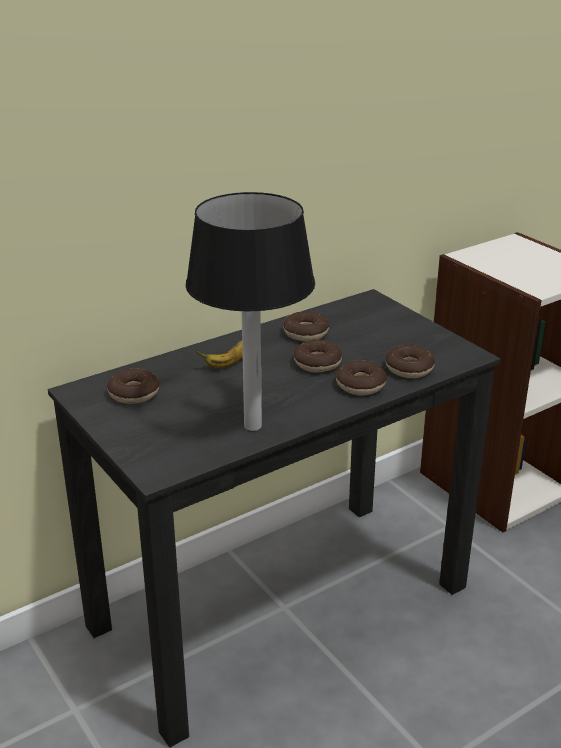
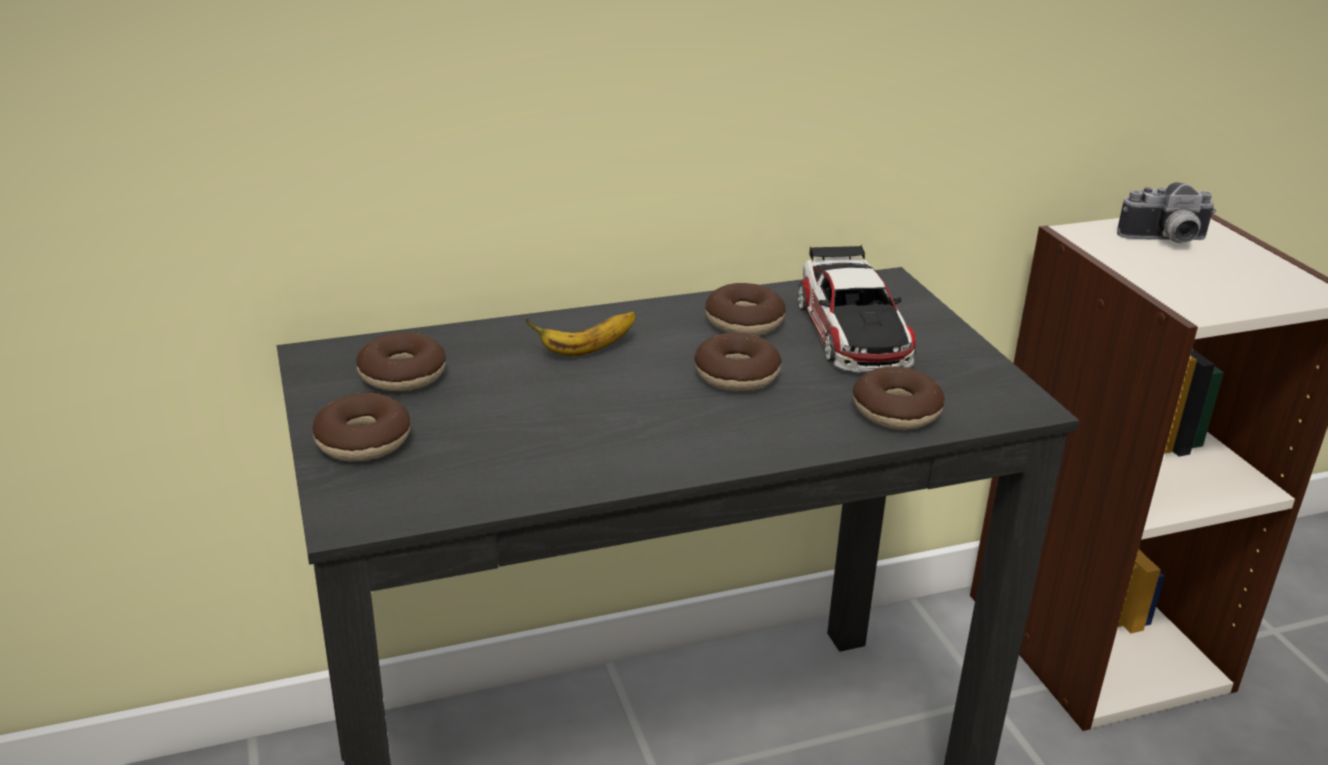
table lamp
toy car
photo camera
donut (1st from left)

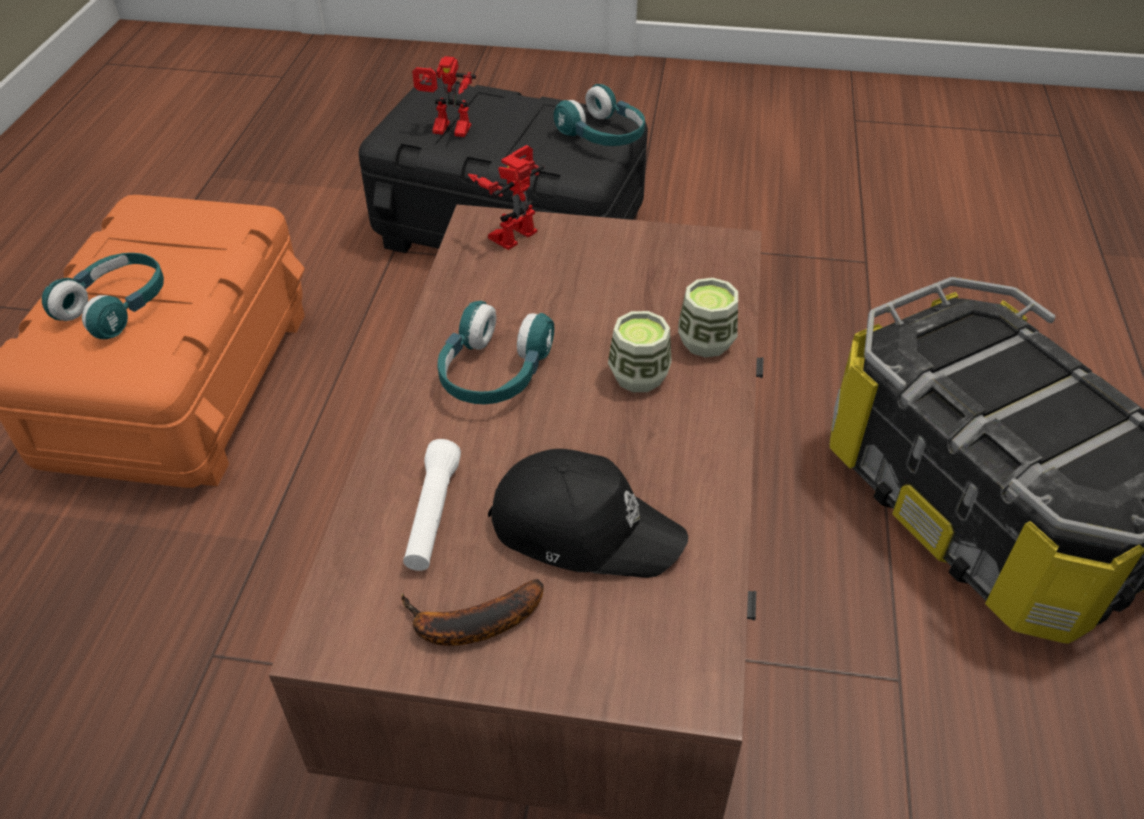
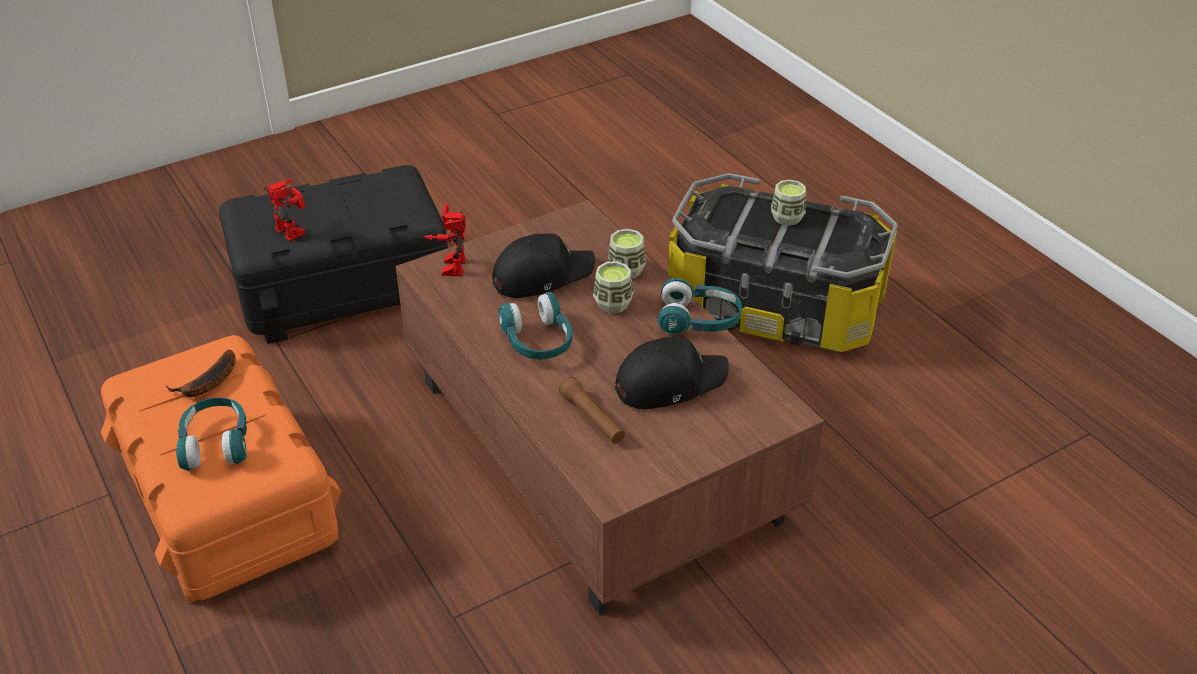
cap (black) (1st from left)
cup (3rd from left)
banana
headphones (turquoise) (3rd from left)
flashlight (brown)
toy robot (1st from left)

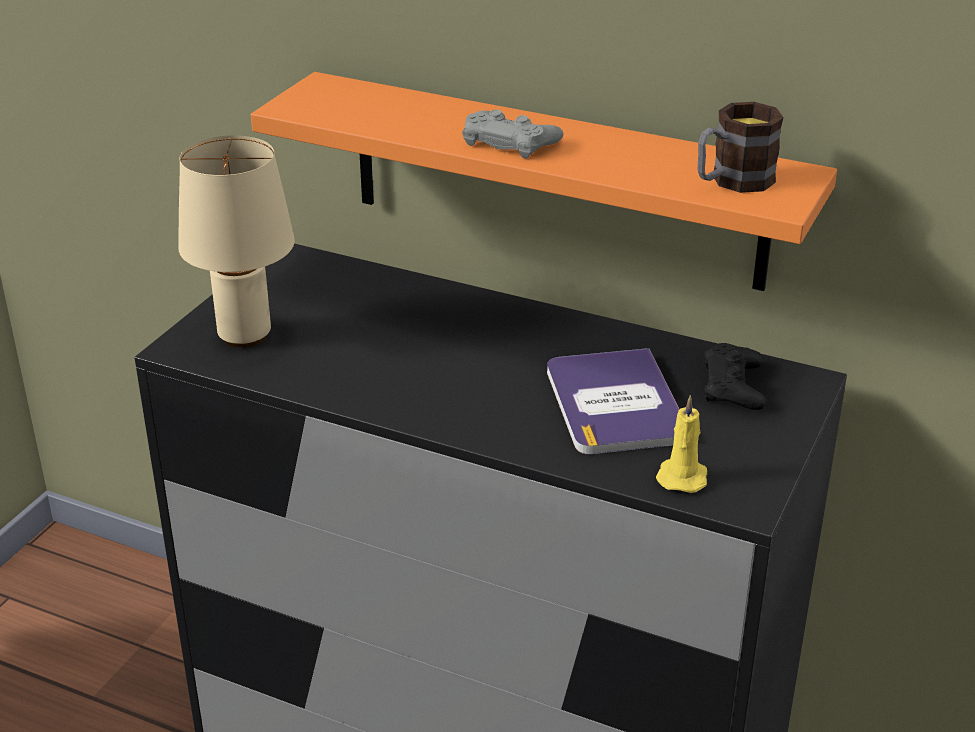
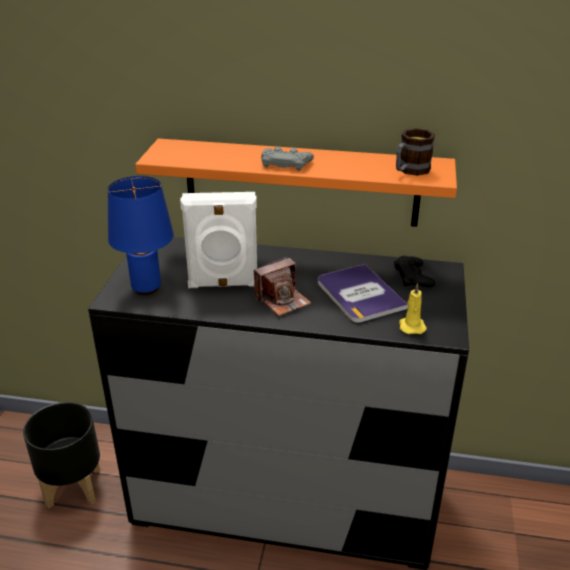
planter (black)
speaker (white)
photo camera
table lamp (blue)

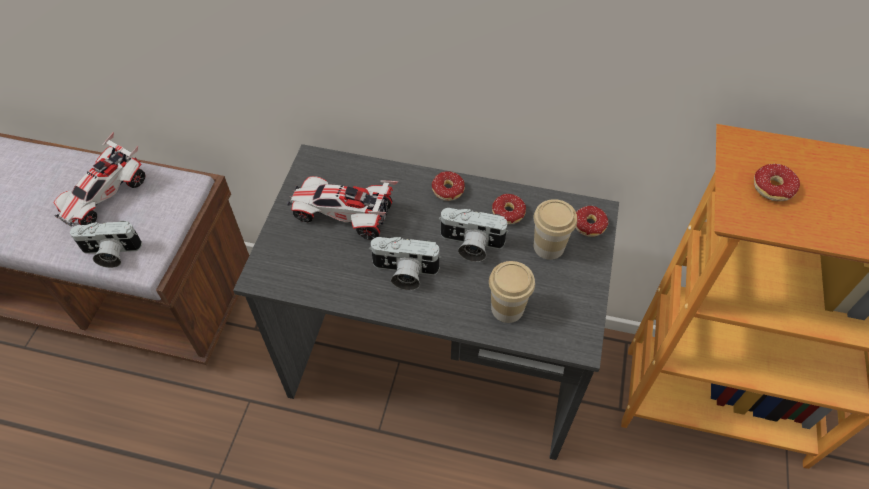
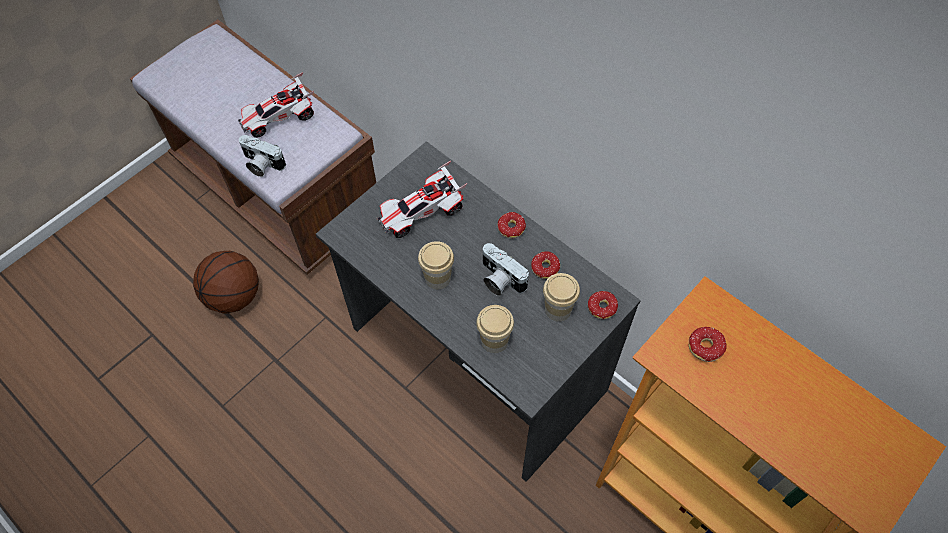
basketball
cup (1st from left)
toy car (2nd from left)

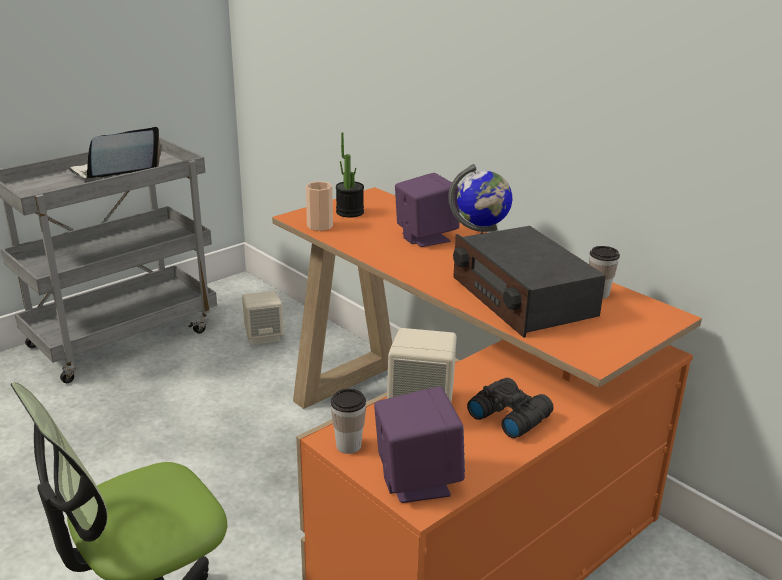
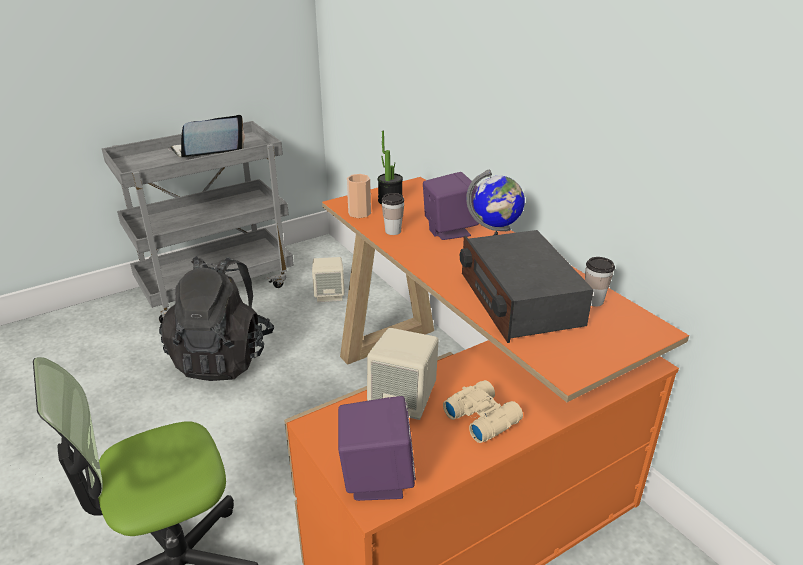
backpack (black)
cup (2nd from left)
binoculars (beige)

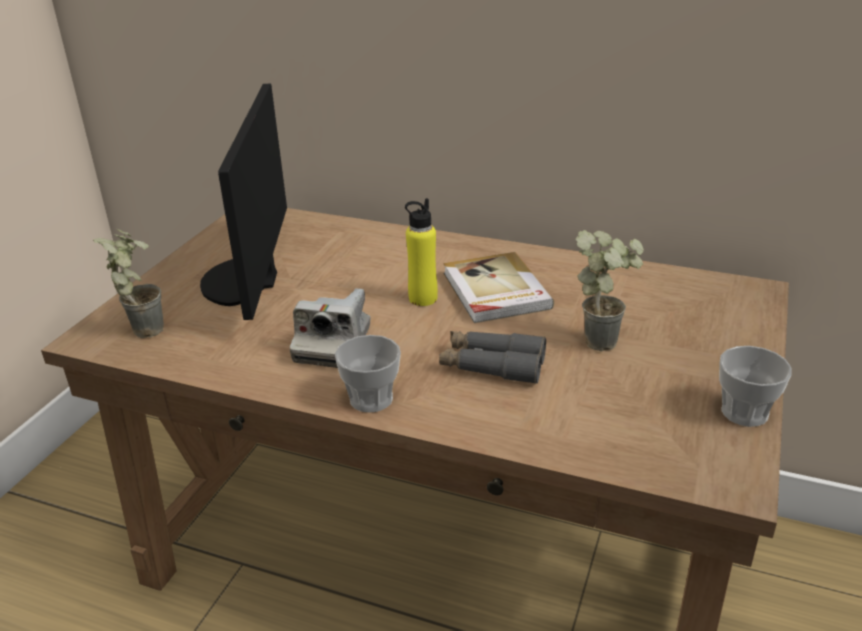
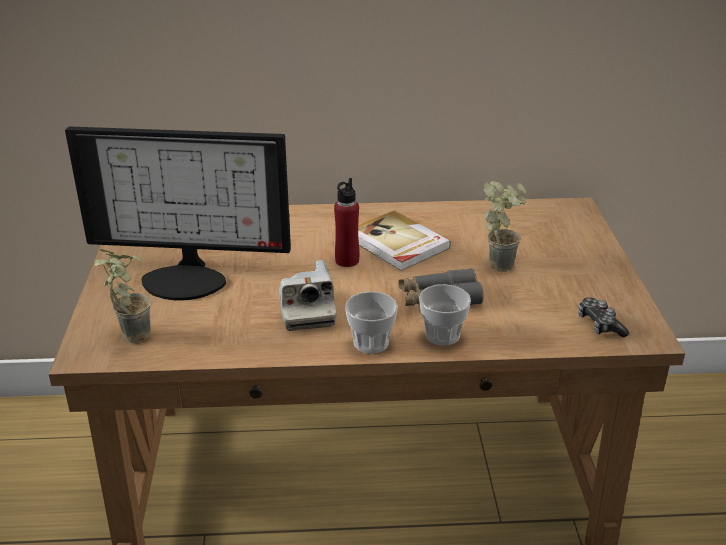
game controller
cup (2nd from left)
bottle (red)
monitor

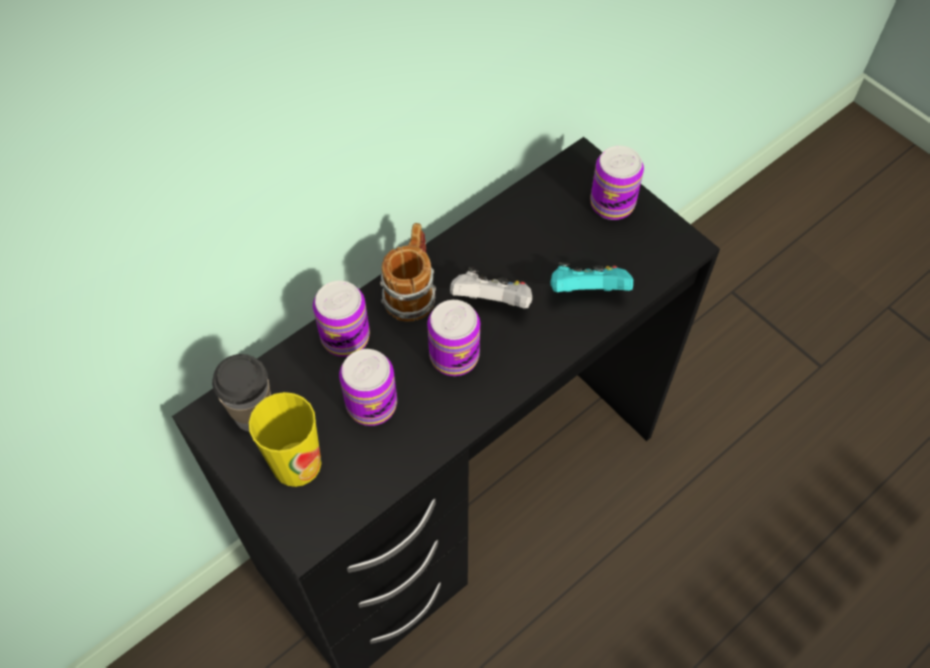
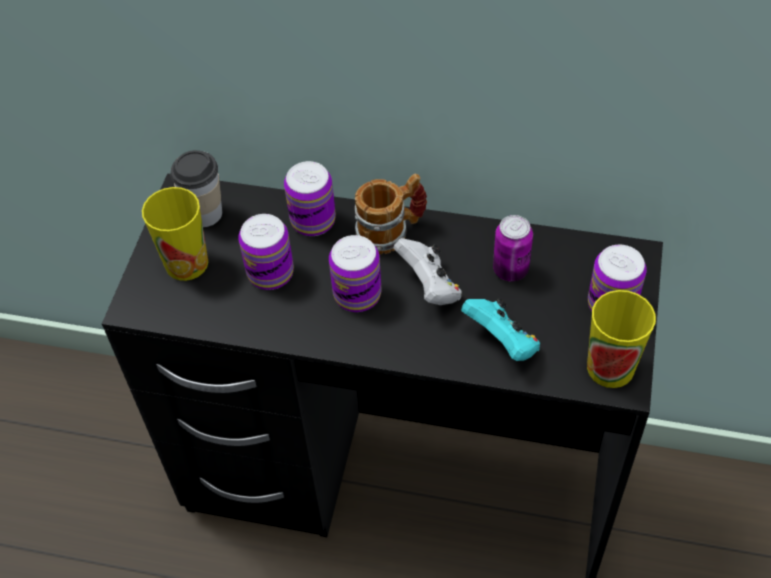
can (4th from left)
cup (3rd from left)

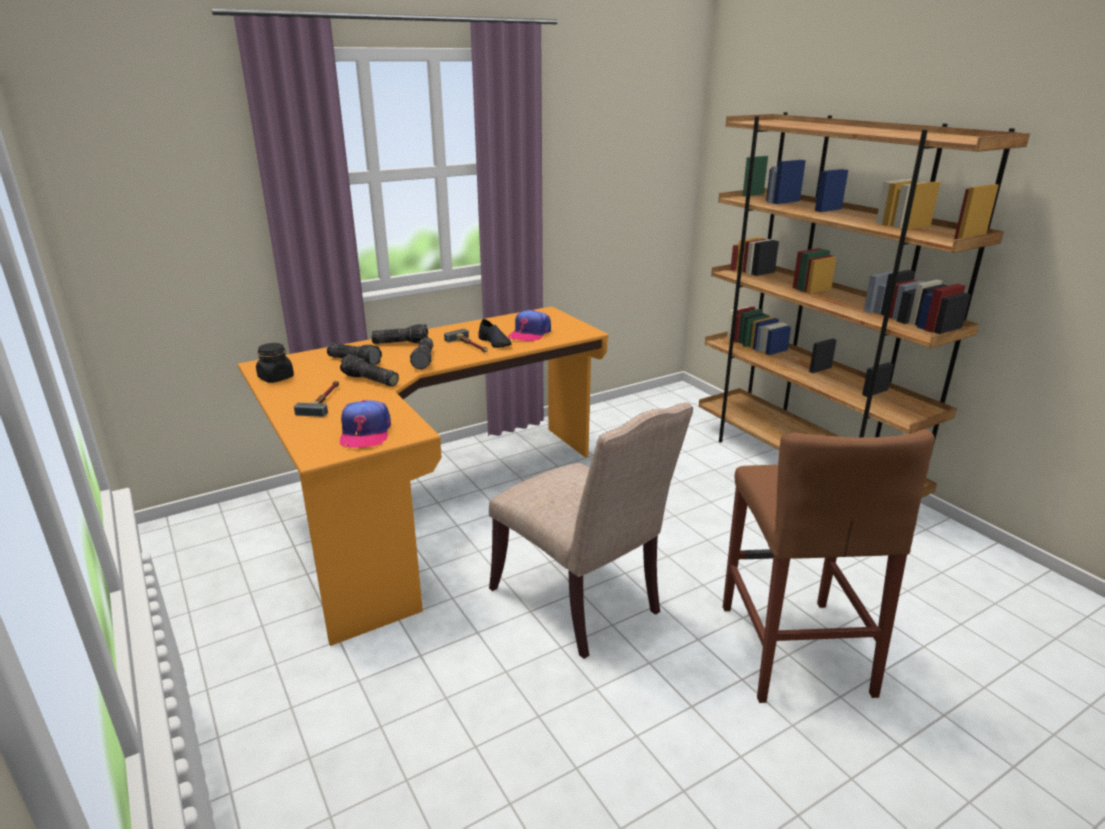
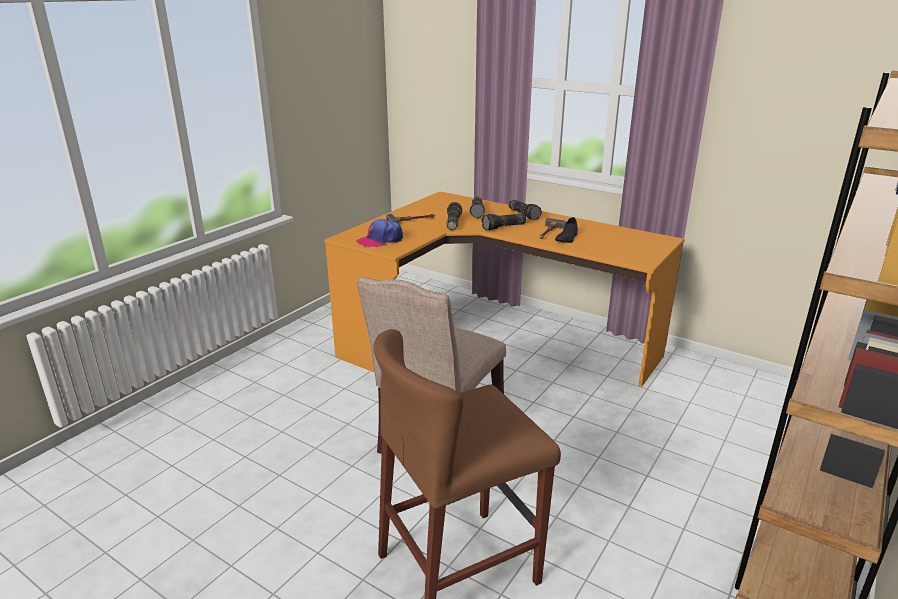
jar (black)
cap (2nd from left in the first image)

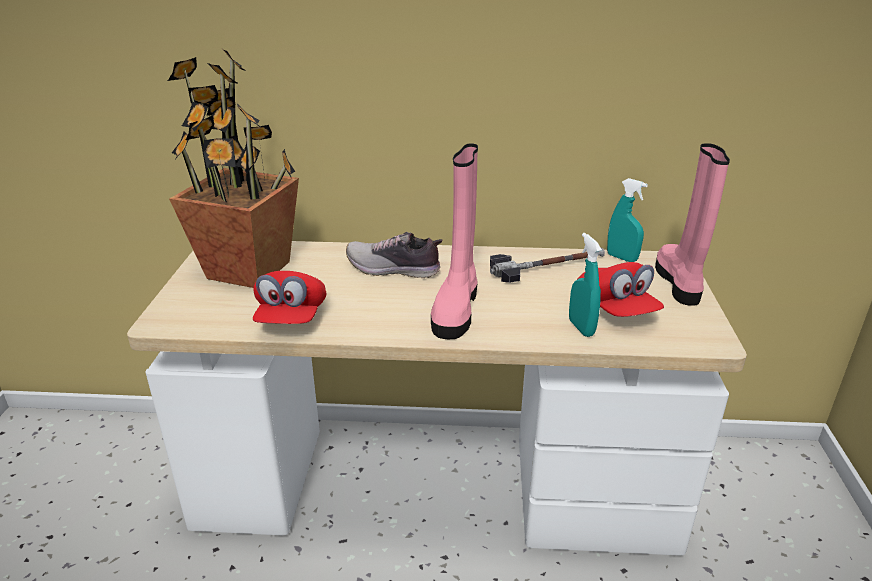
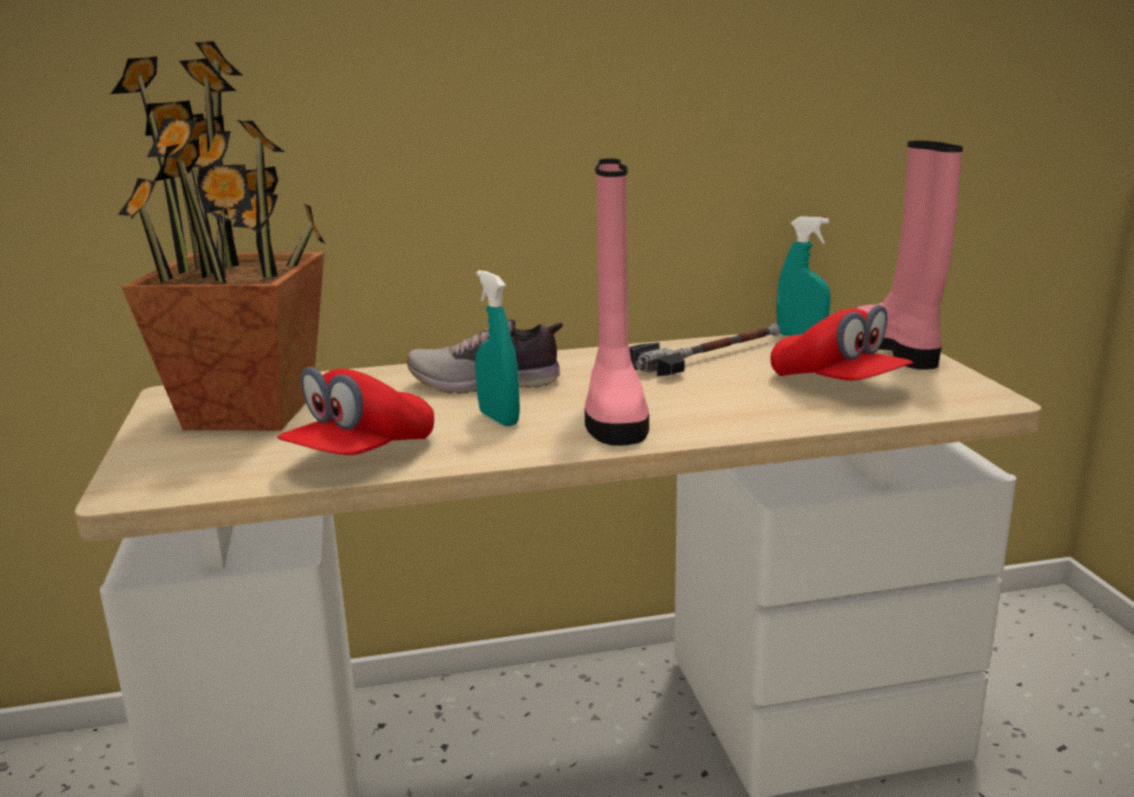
spray bottle (turquoise) (1st from left)
cap (red) (1st from left)

